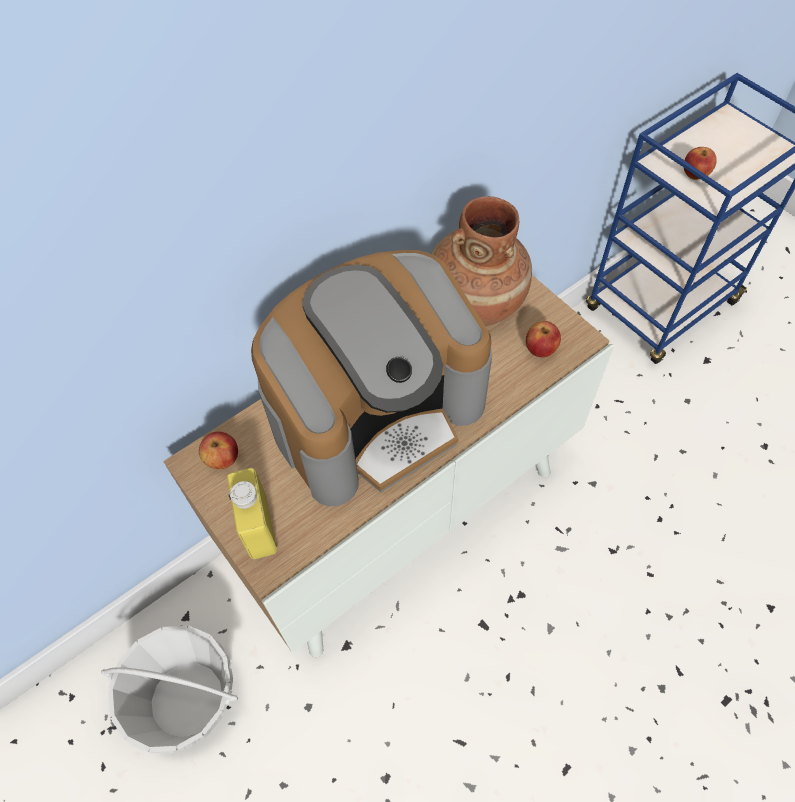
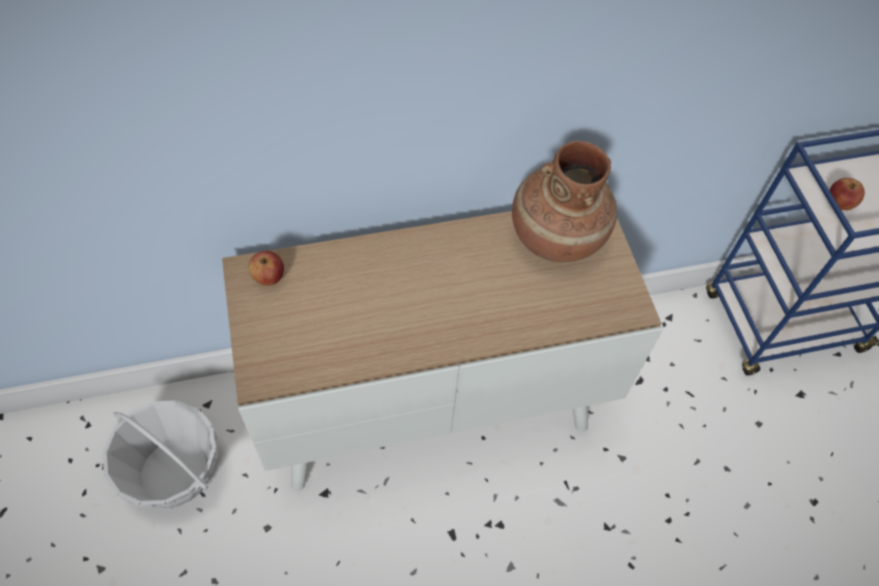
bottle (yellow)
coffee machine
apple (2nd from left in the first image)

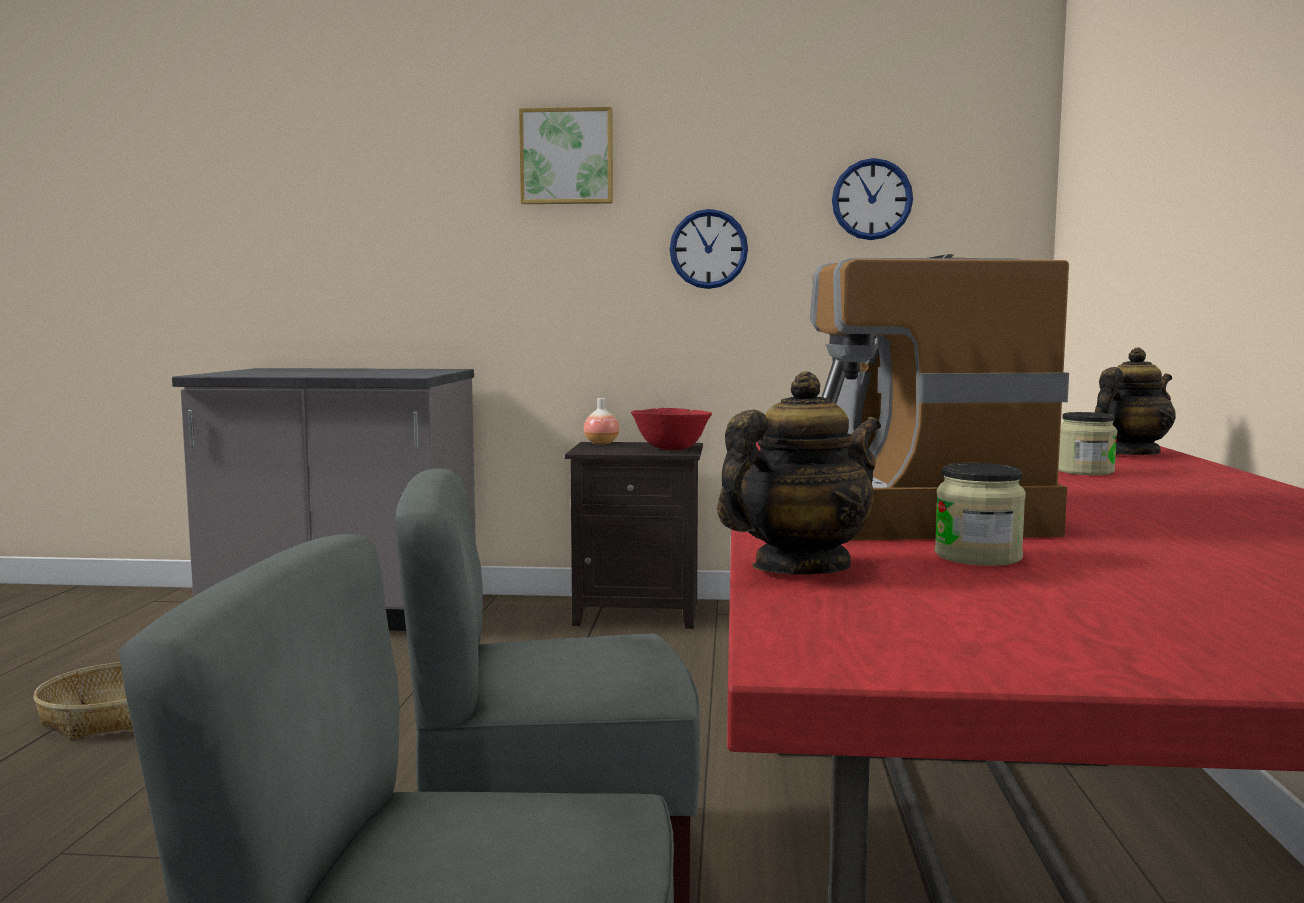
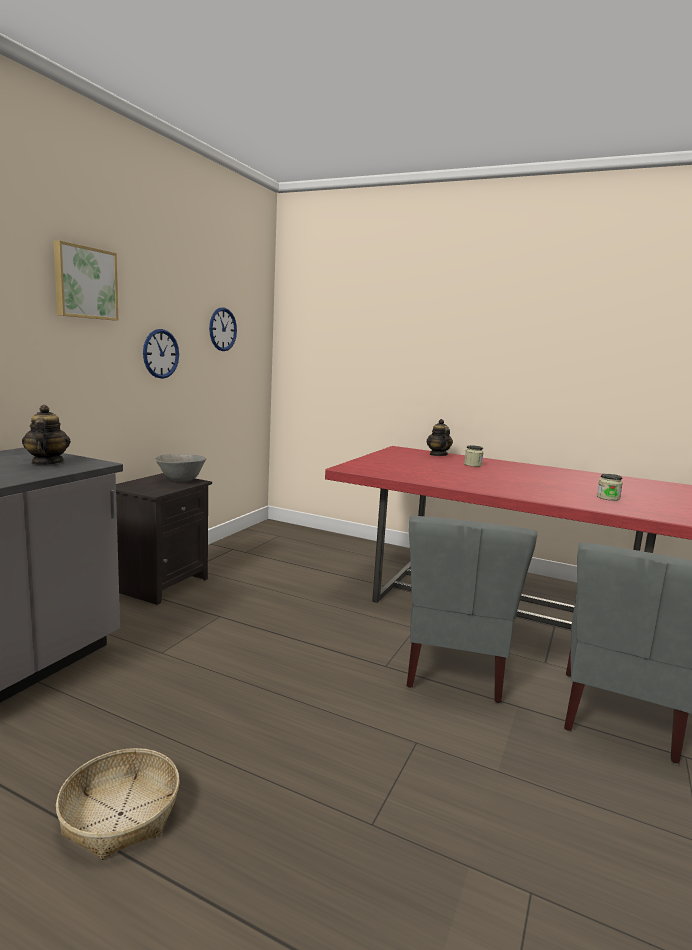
vase
coffee machine
teapot (1st from left)
bowl (grey)

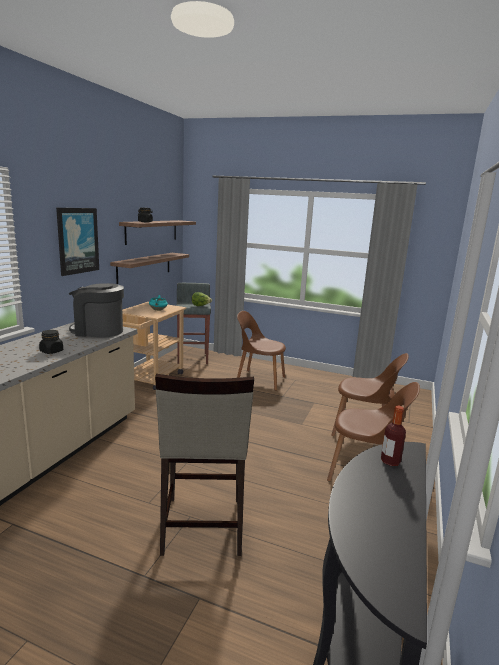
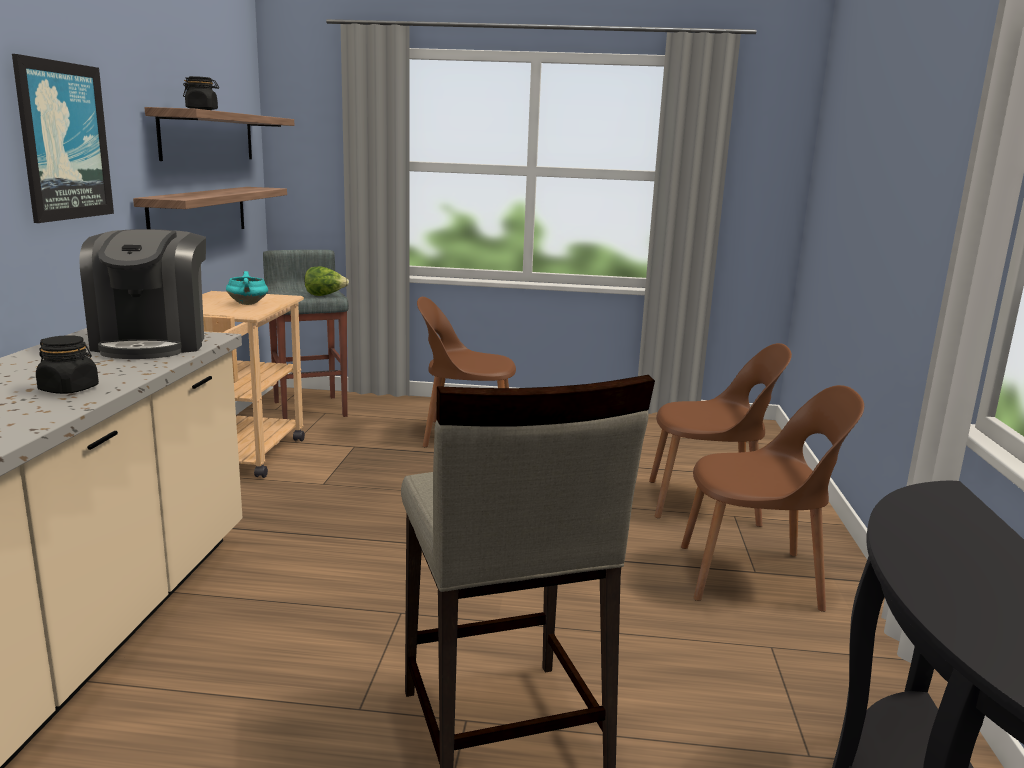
bottle
coffee machine

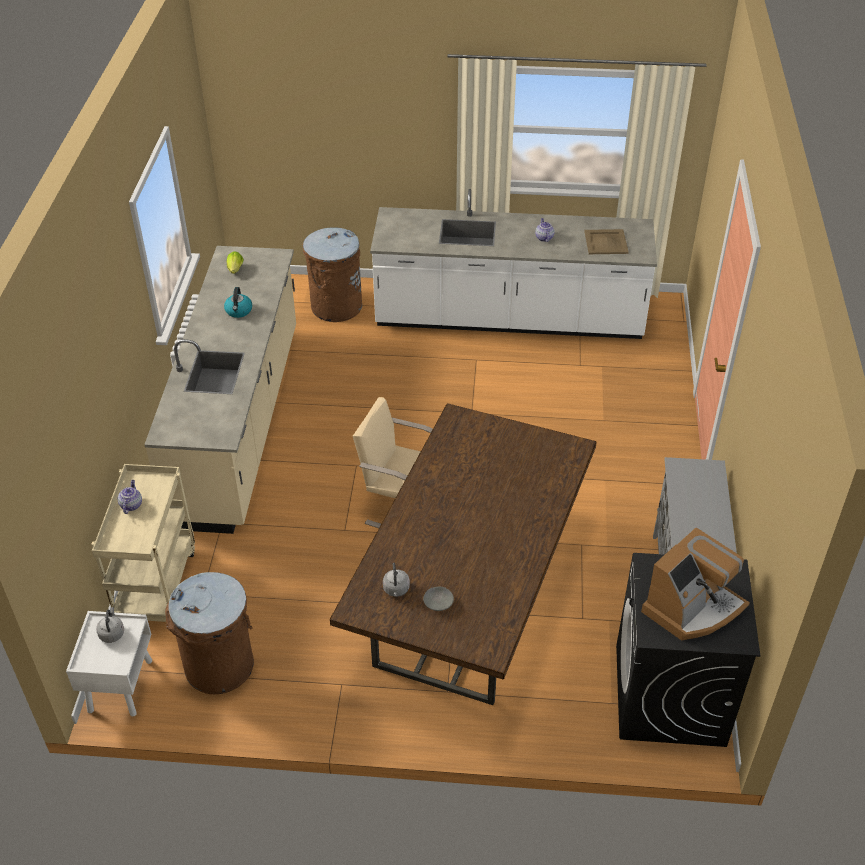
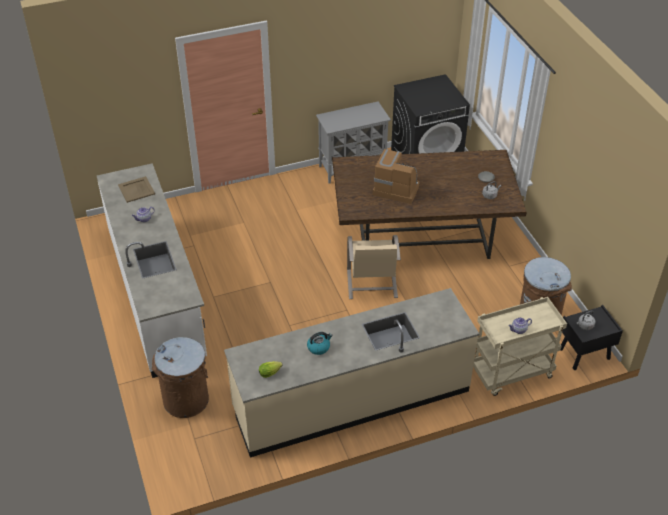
coffee machine
nightstand (black)

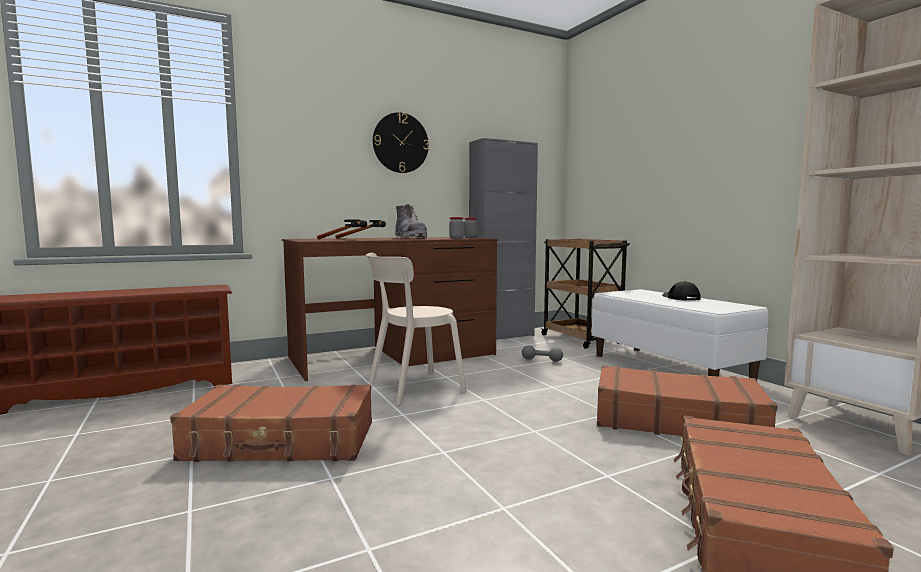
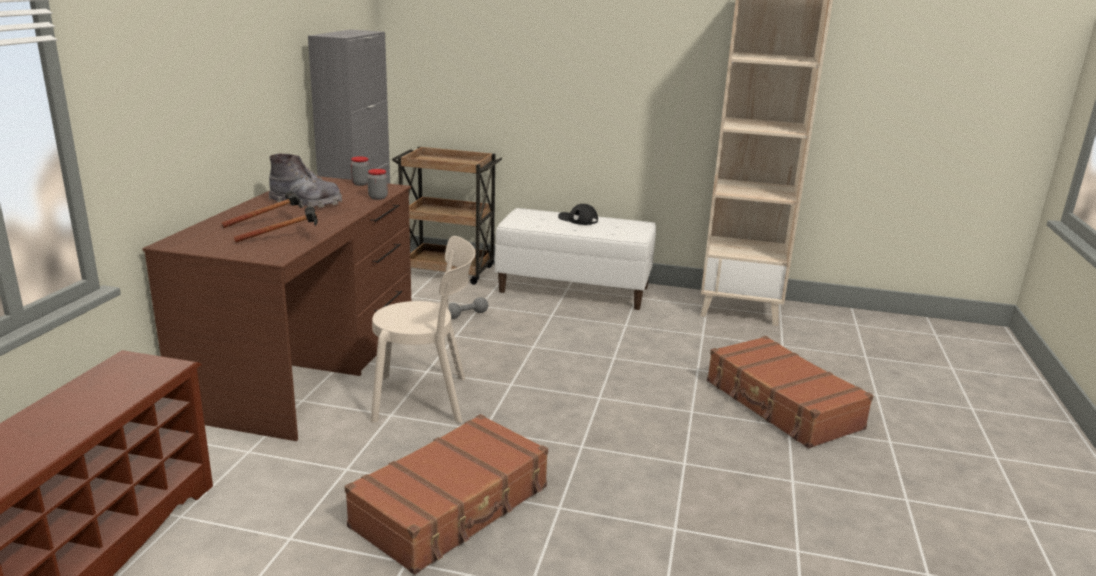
wall clock
suitcase (brown) (2nd from left in the first image)
chair (beige)

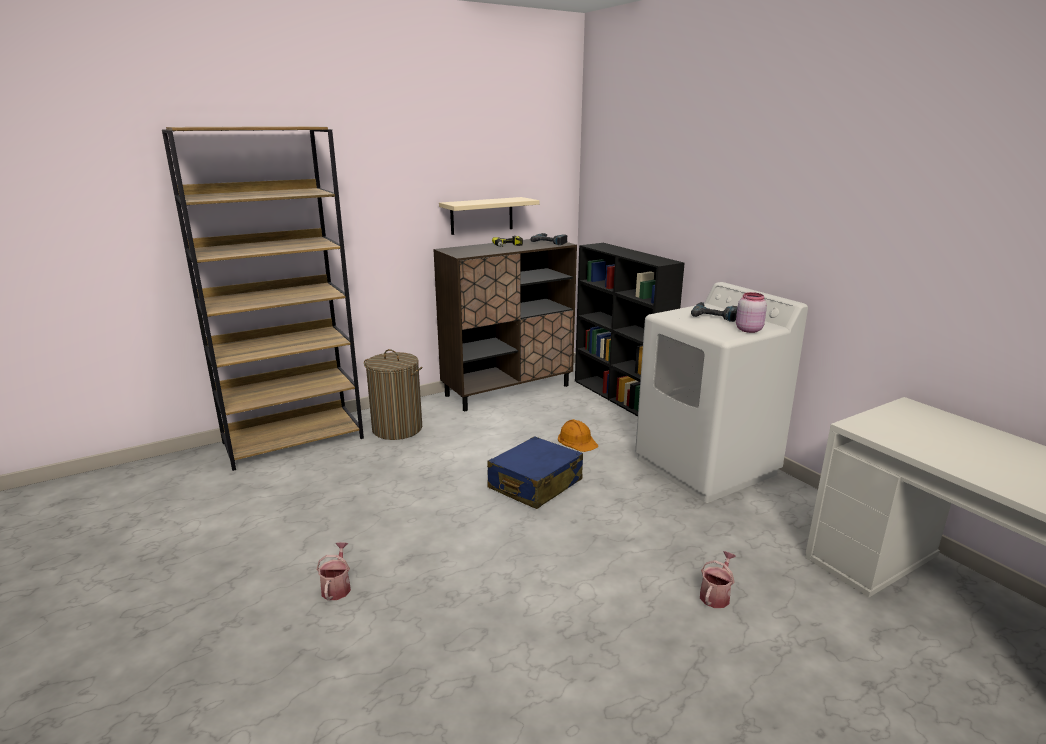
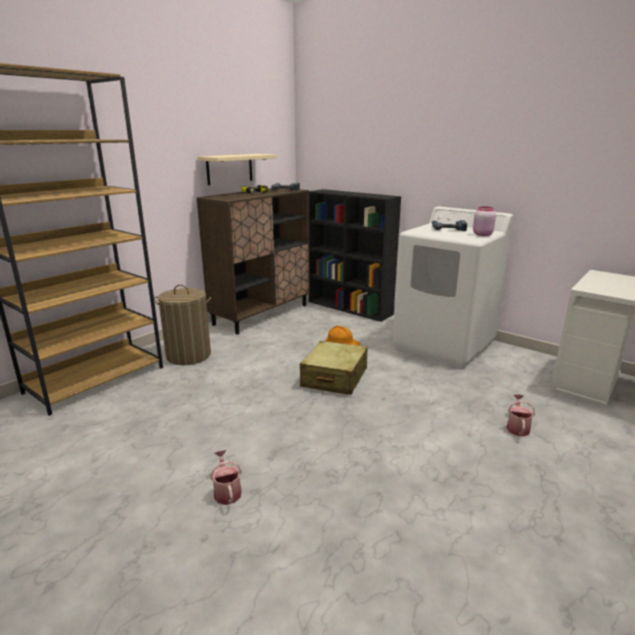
suitcase (beige)

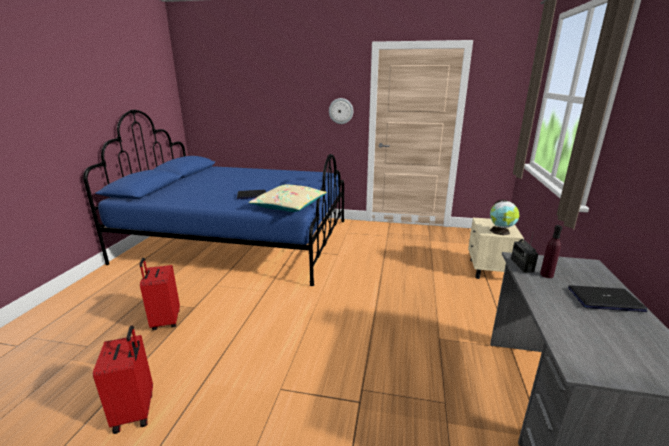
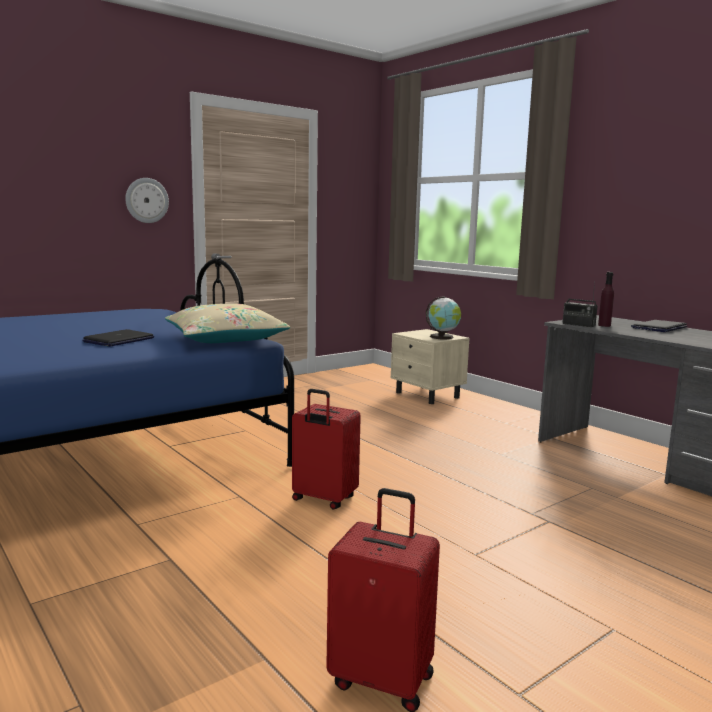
suitcase (red) (1st from left)

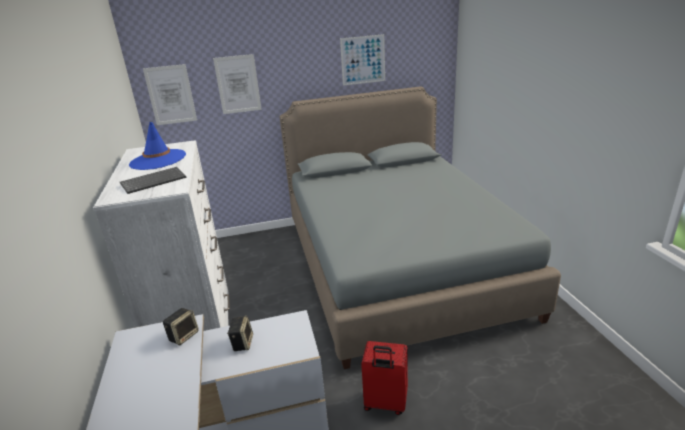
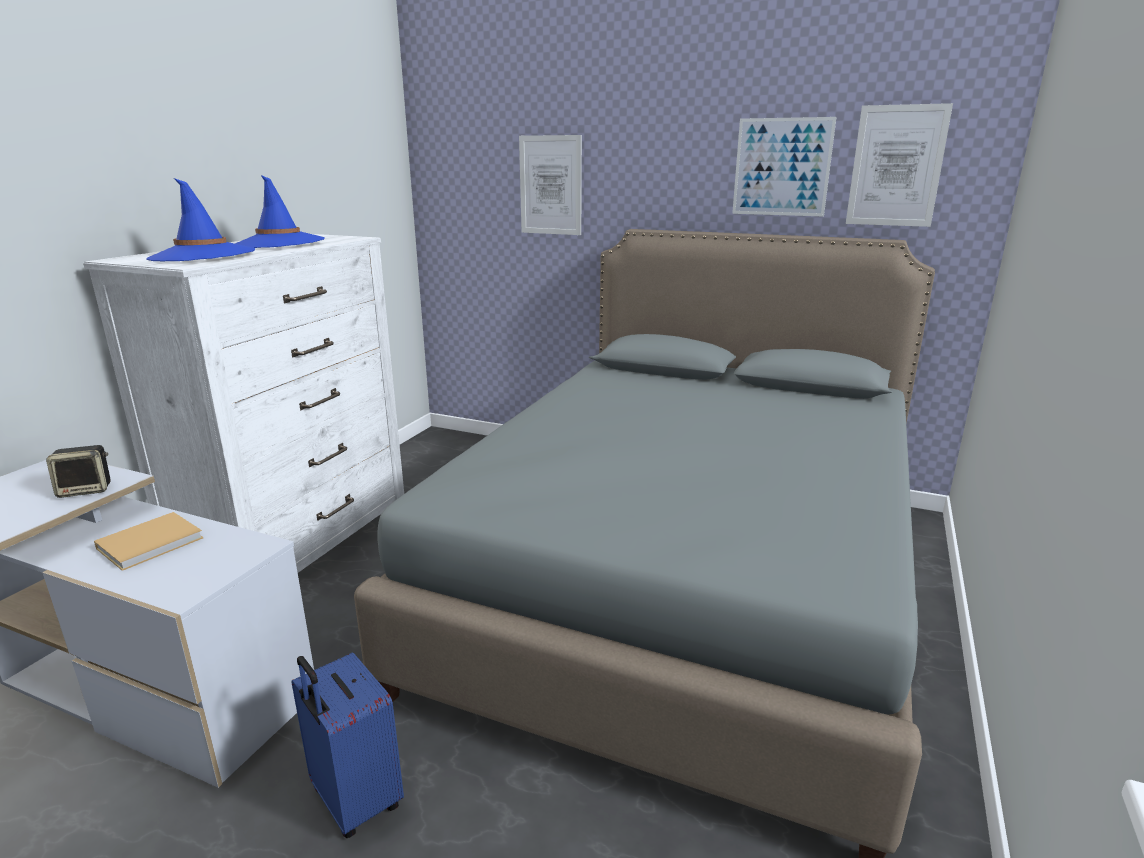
picture (3rd from left)
hat (blue) (1st from left)
book (beige)
suitcase (blue)

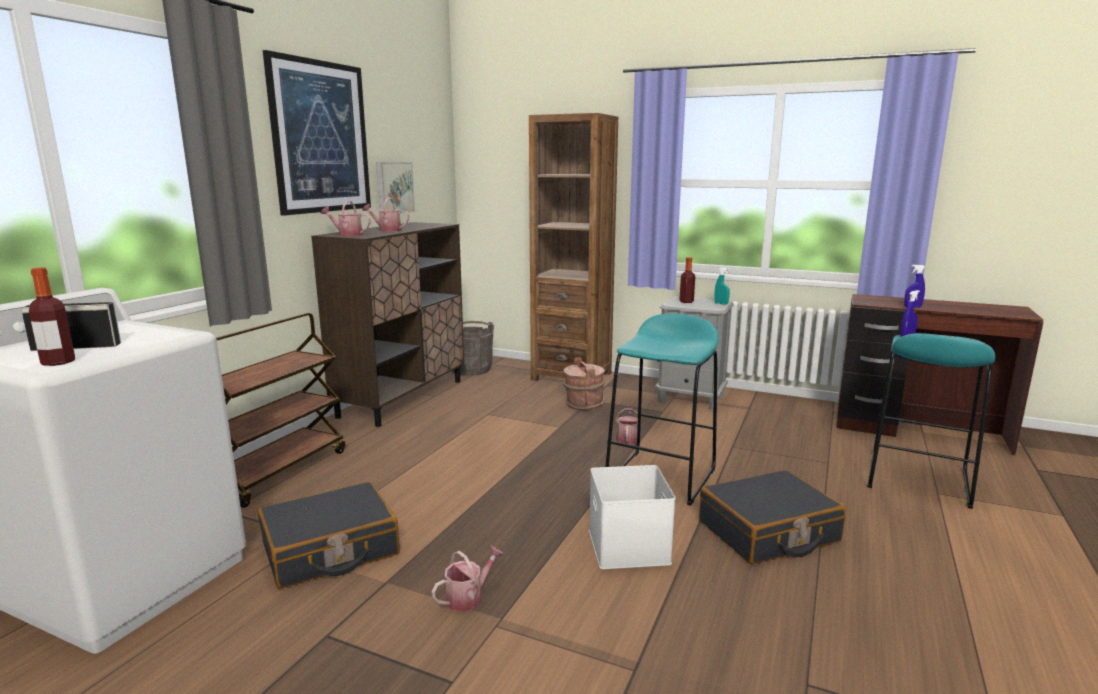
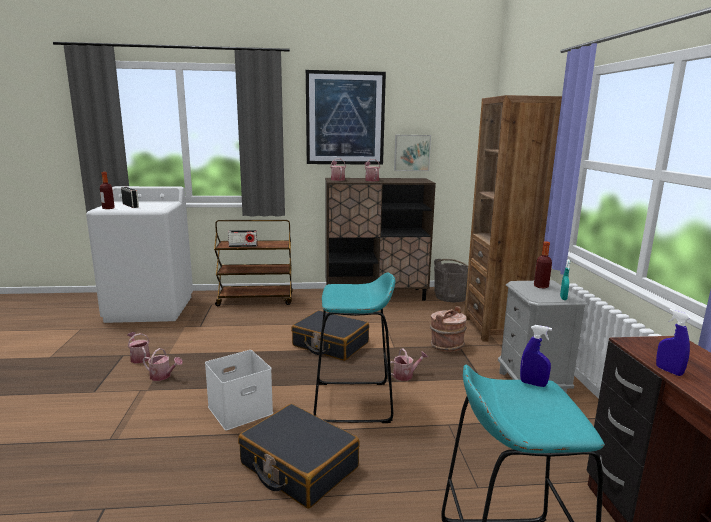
watering can (1st from left)
radio (2nd from left)
suitcase (black) (2nd from left)

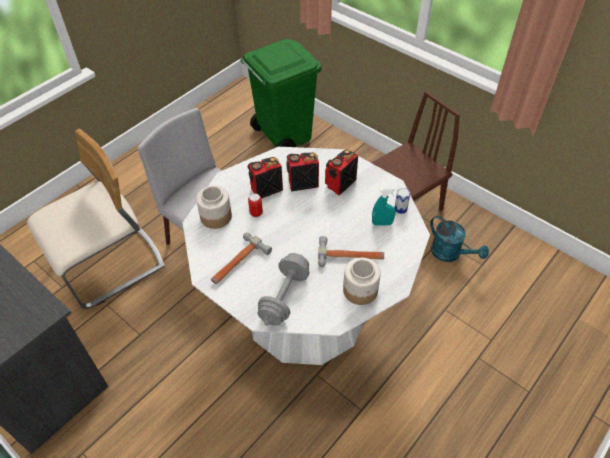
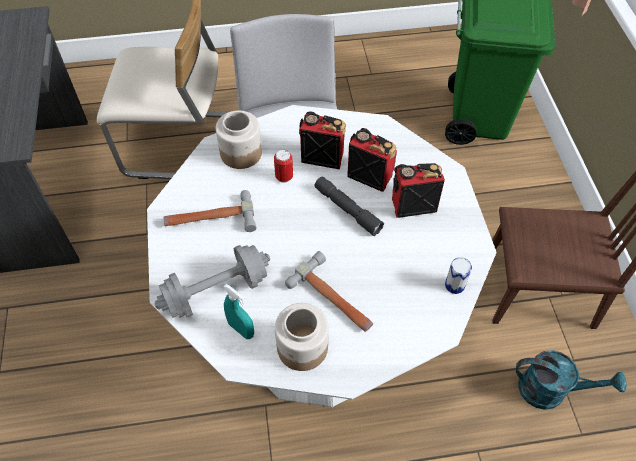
flashlight (grey)
spray bottle (turquoise)
watering can (turquoise)

